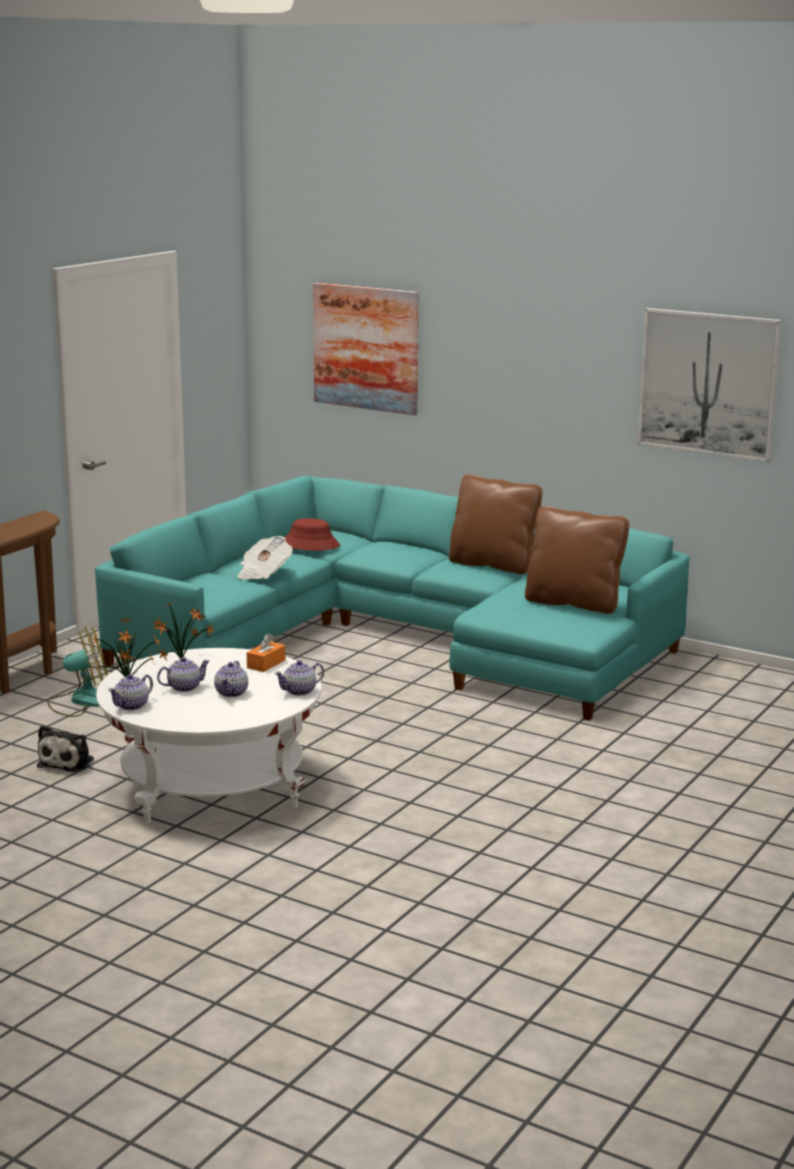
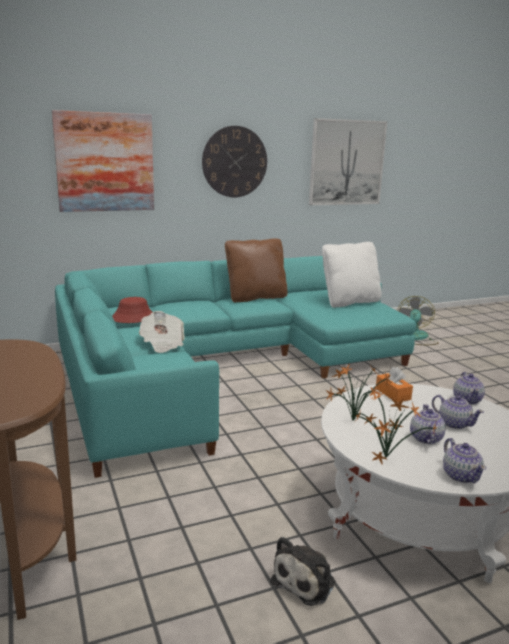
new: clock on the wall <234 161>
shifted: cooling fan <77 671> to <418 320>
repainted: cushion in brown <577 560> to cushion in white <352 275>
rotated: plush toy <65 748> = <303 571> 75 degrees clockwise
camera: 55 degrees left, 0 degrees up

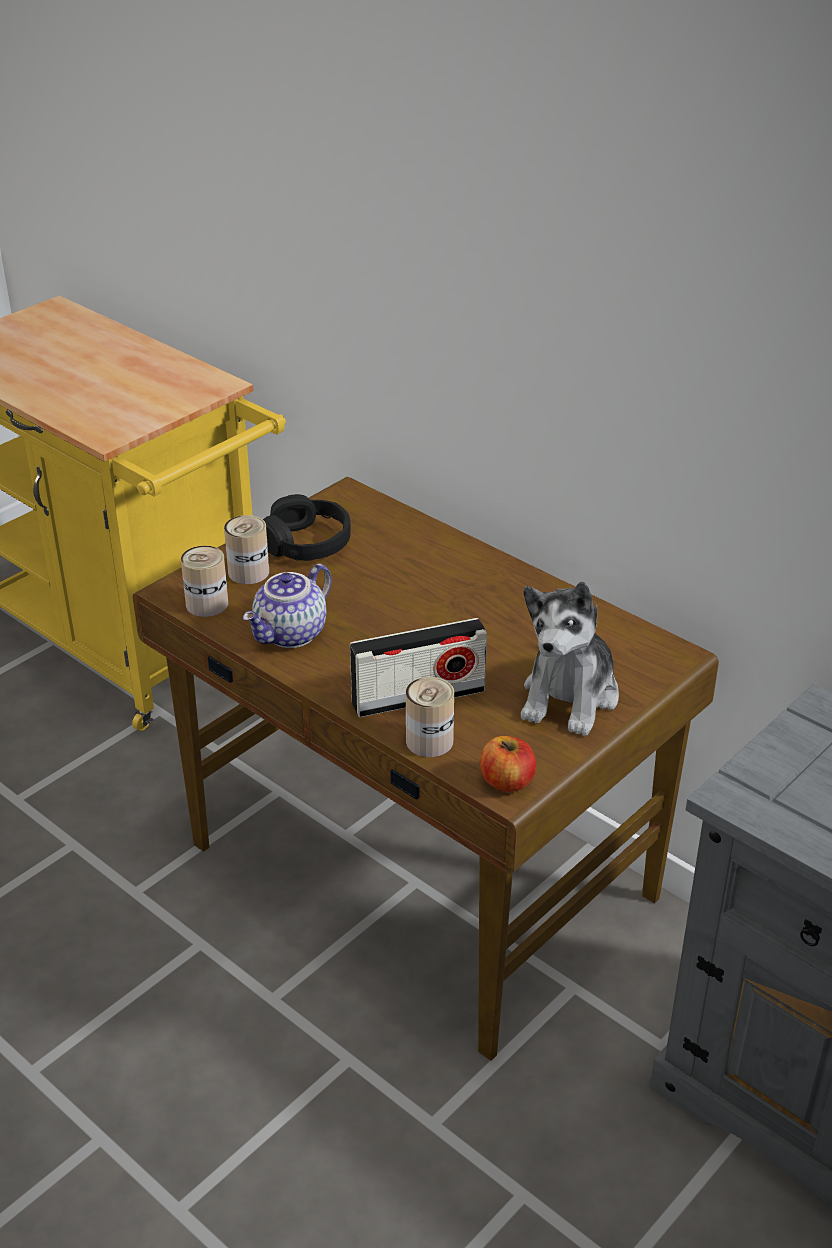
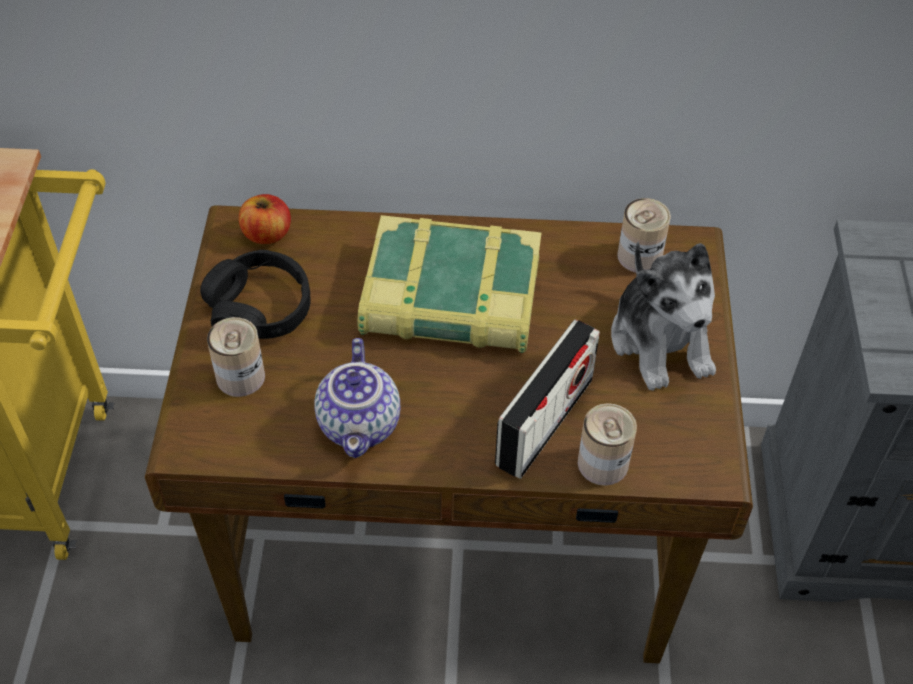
new: bound book <449 284>
shifted: can <204 581> to <644 235>; apple <508 764> to <265 219>
camera: 40 degrees left, 15 degrees up

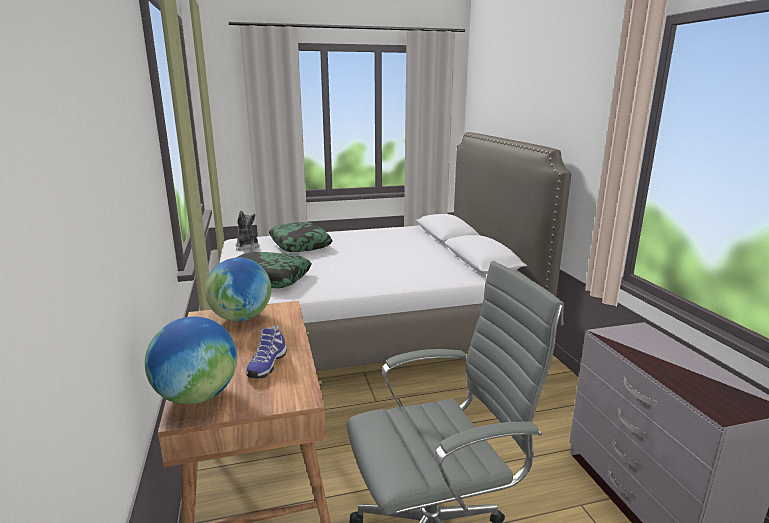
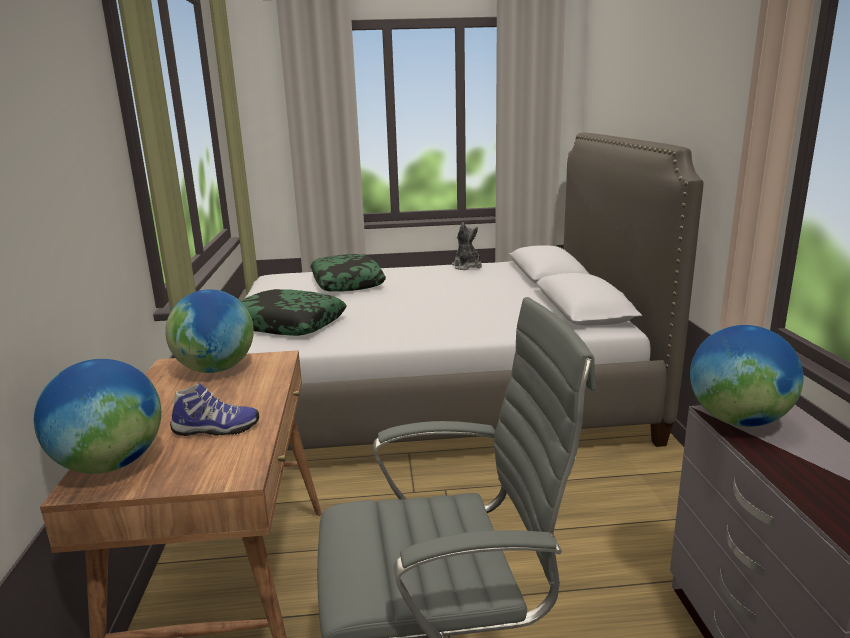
new: desk globe <746 376>
shifted: plush toy <247 231> to <467 246>
rotated: low shoe <266 352> = <214 409> 120 degrees counterclockwise
camera: 10 degrees right, 0 degrees up

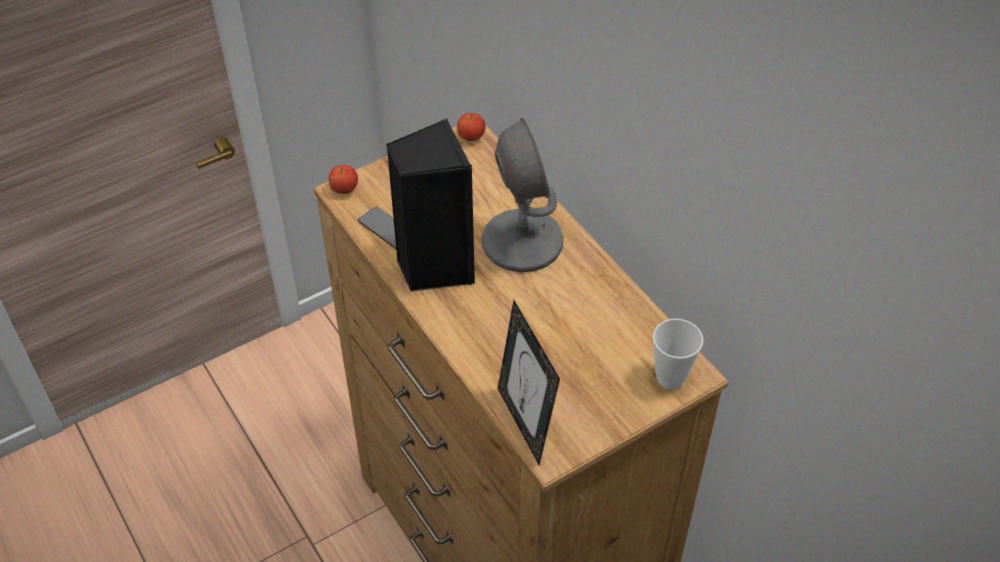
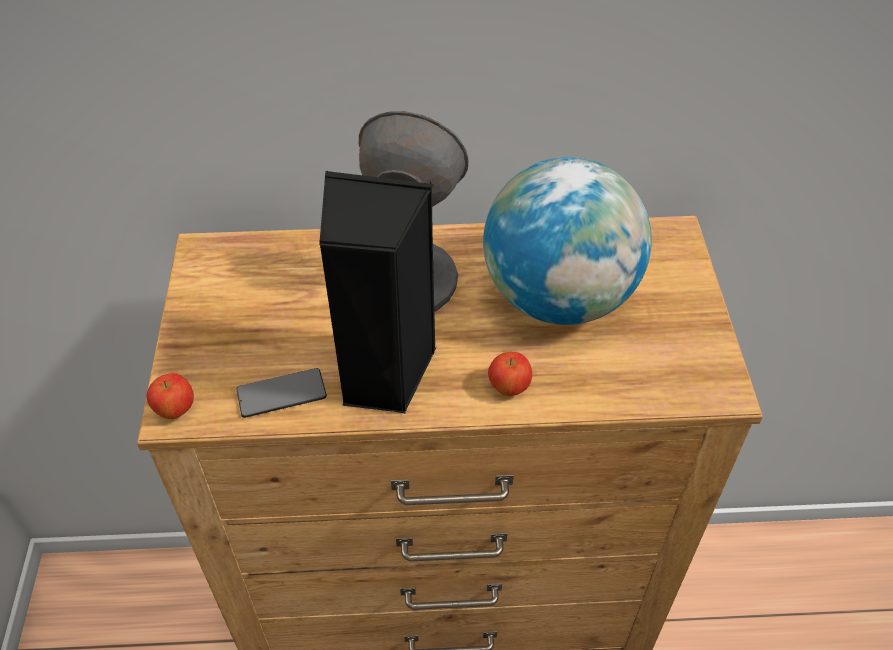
gone: standing frame <529 382>; drinking cup <678 354>
new: desk globe <567 241>
shifted: apple <471 127> to <510 374>
camera: 60 degrees left, 0 degrees up

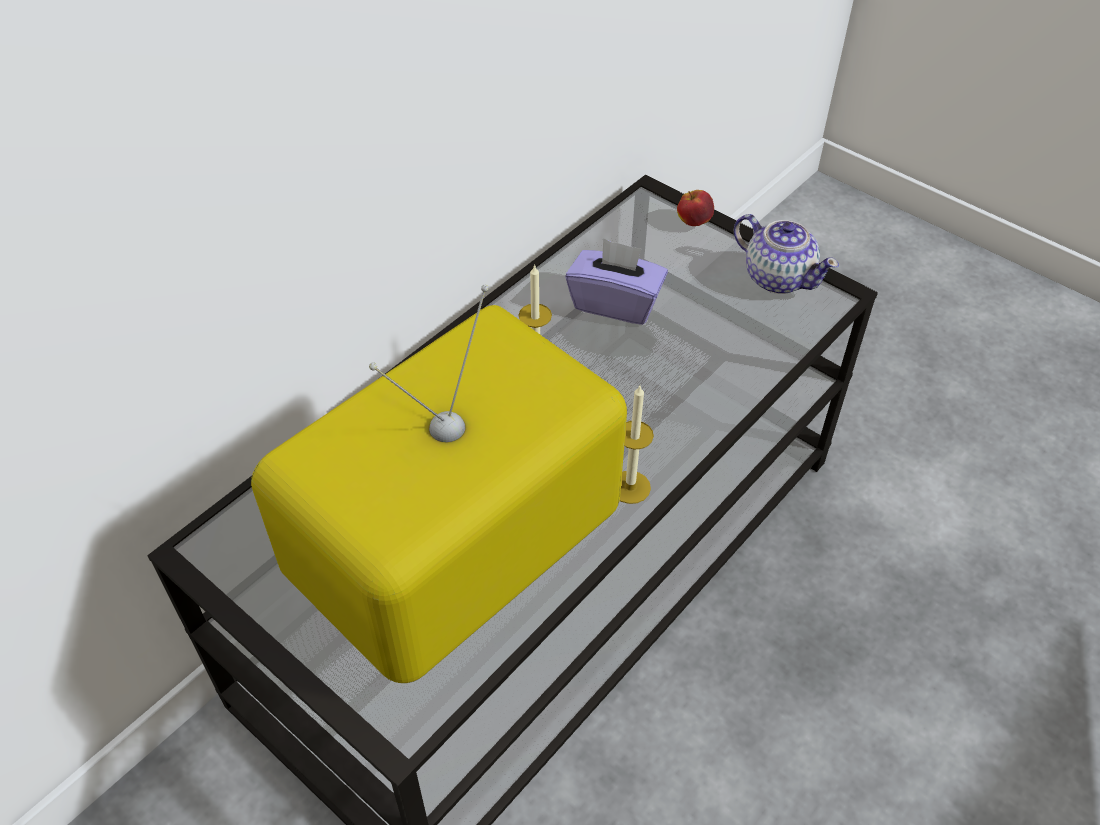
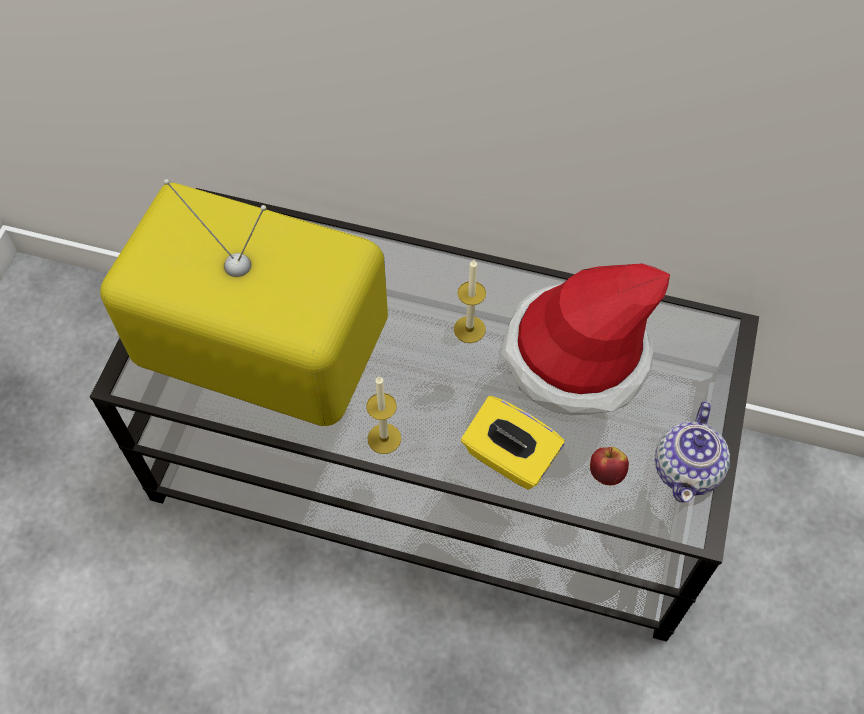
new: box of tissues in yellowish <513 443>
shifted: apple <695 208> to <609 466>
swapped: box of tissues in purple-coloured <616 281> to wearable hat <585 339>
camera: 65 degrees right, 10 degrees up

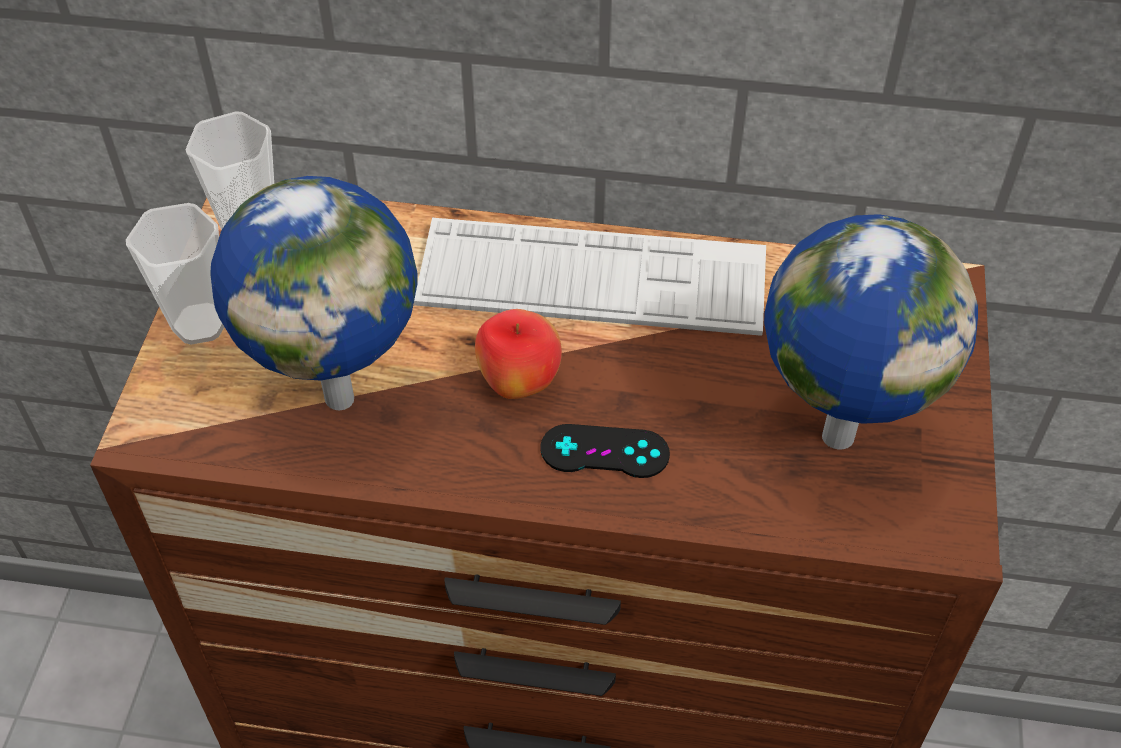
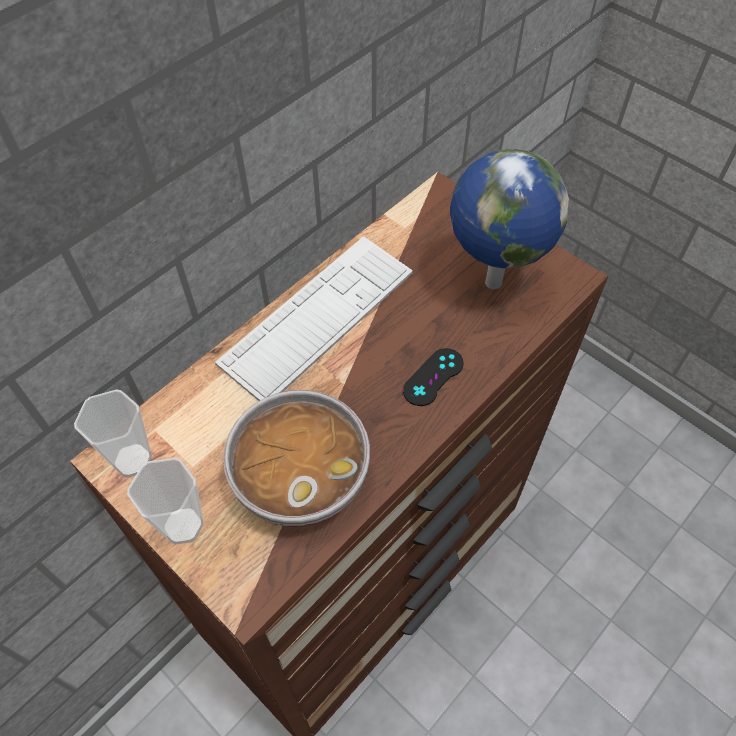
gone: apple <518 354>
swapped: desk globe <314 293> to bowl <296 458>
camera: 55 degrees left, 5 degrees up

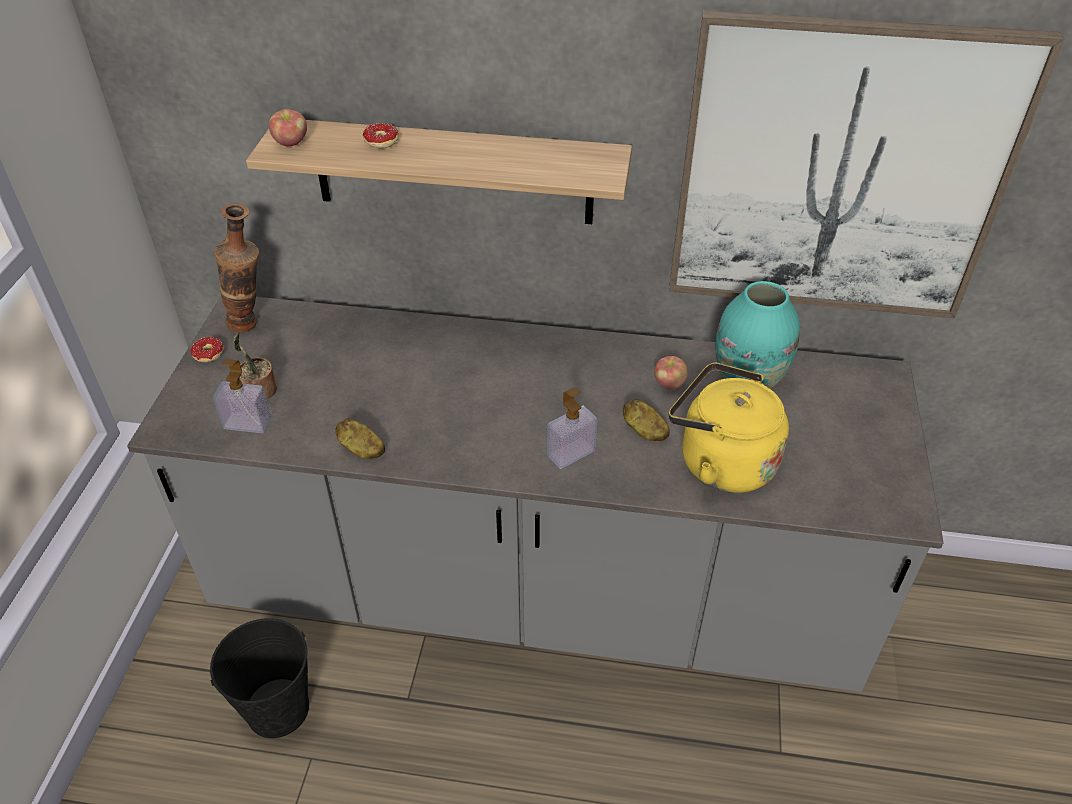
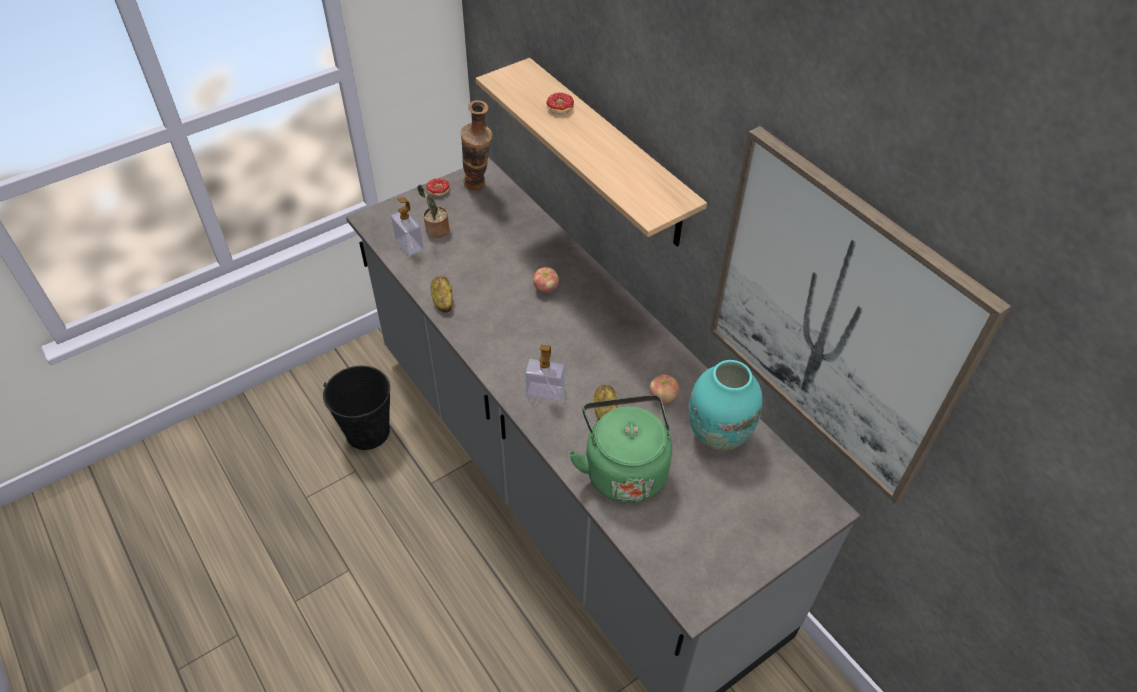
shifted: apple <288 127> to <546 280>
repainted: kettle in yellowish <729 427> to kettle in greenish <620 449>
camera: 45 degrees right, 5 degrees up

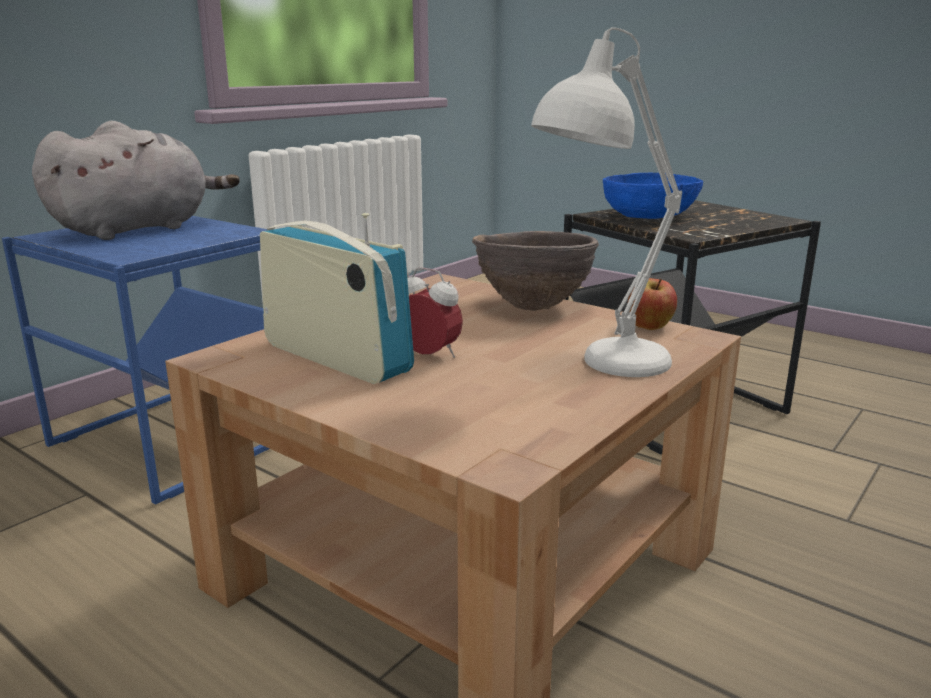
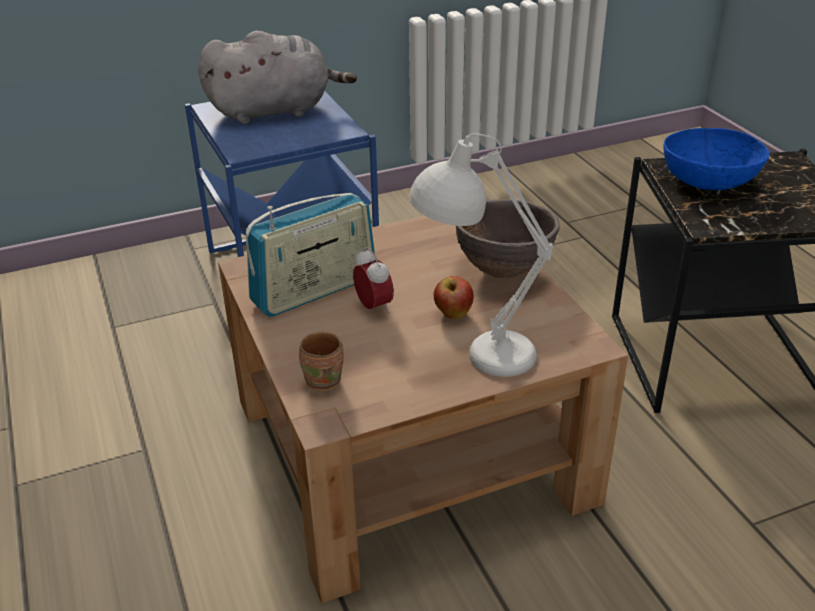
new: mug in brown <321 361>
shifted: apple <652 304> to <454 297>
rotated: radio <337 298> = <310 255> 75 degrees clockwise
camera: 30 degrees right, 15 degrees up

